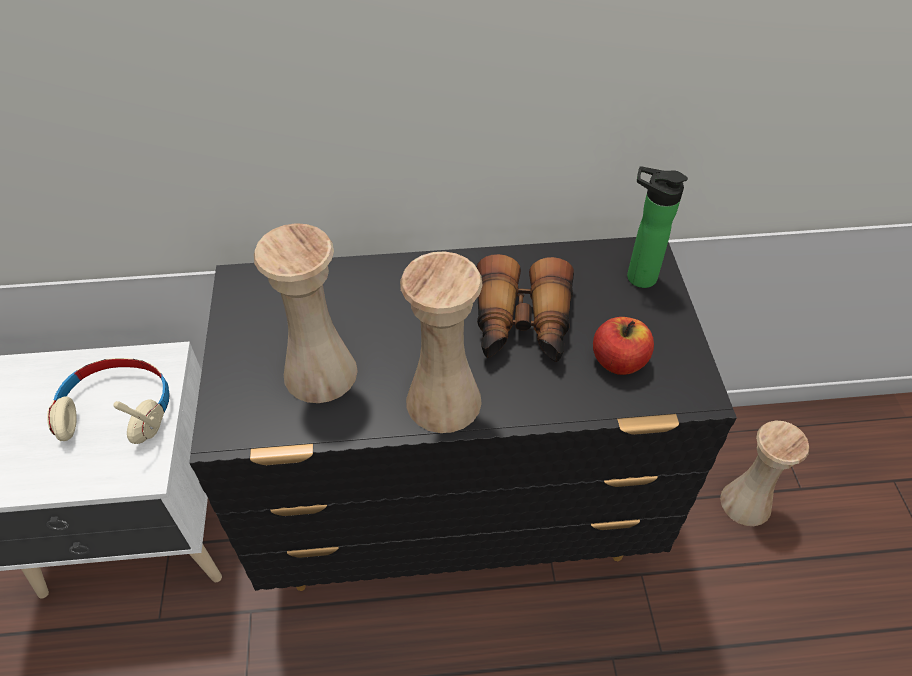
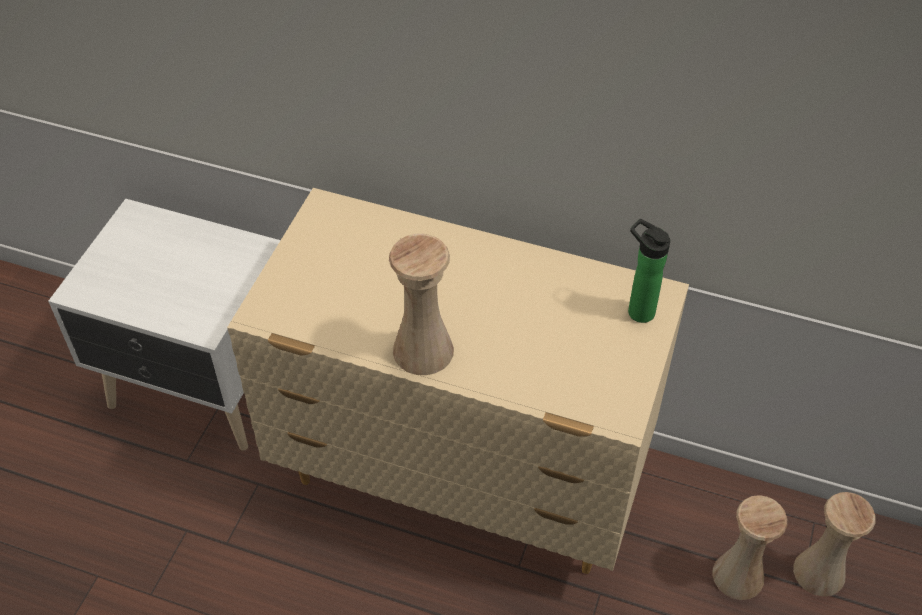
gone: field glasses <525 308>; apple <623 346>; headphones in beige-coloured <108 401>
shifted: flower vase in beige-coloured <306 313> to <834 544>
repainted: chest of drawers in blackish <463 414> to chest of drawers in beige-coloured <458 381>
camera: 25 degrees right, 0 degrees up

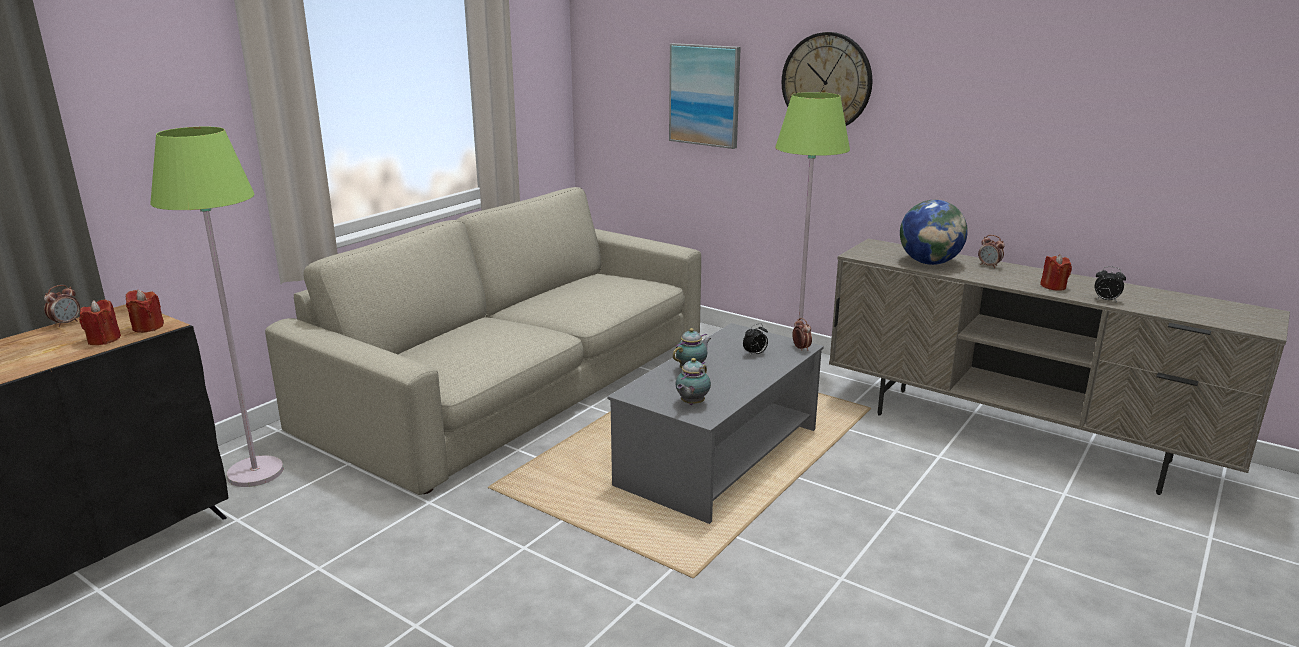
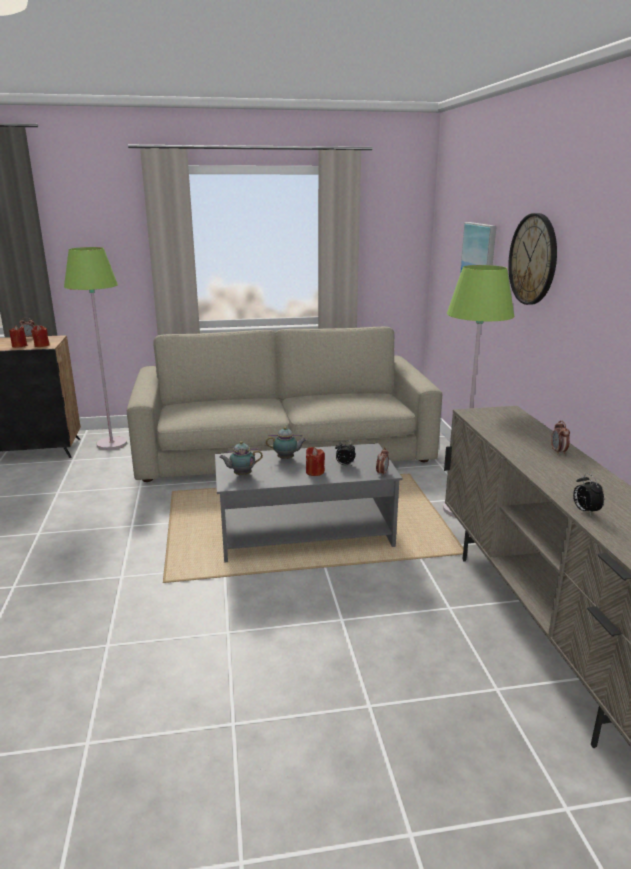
gone: desk globe <934 232>
shifted: wax candle in red <1056 272> to <315 461>
camera: 45 degrees right, 0 degrees up

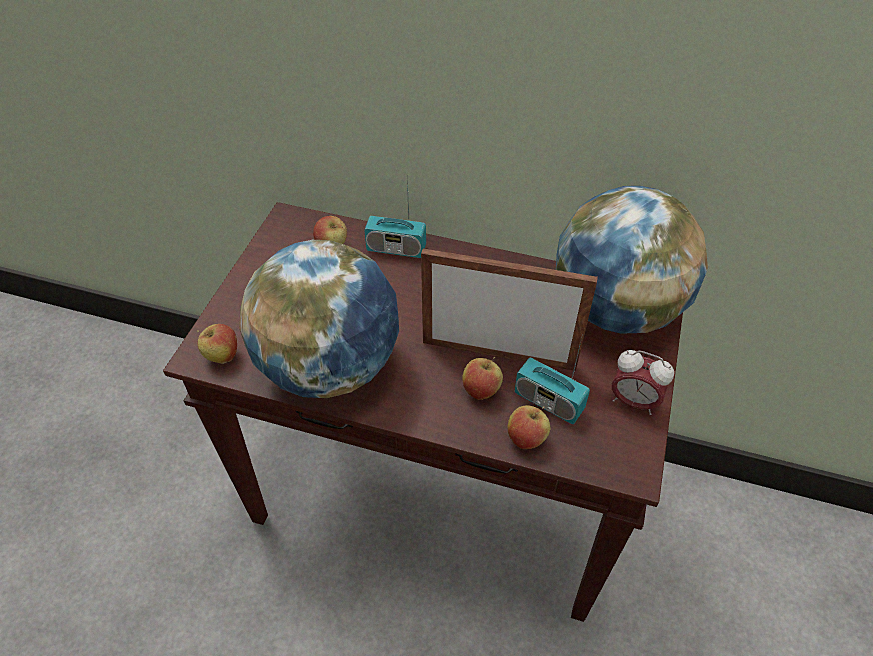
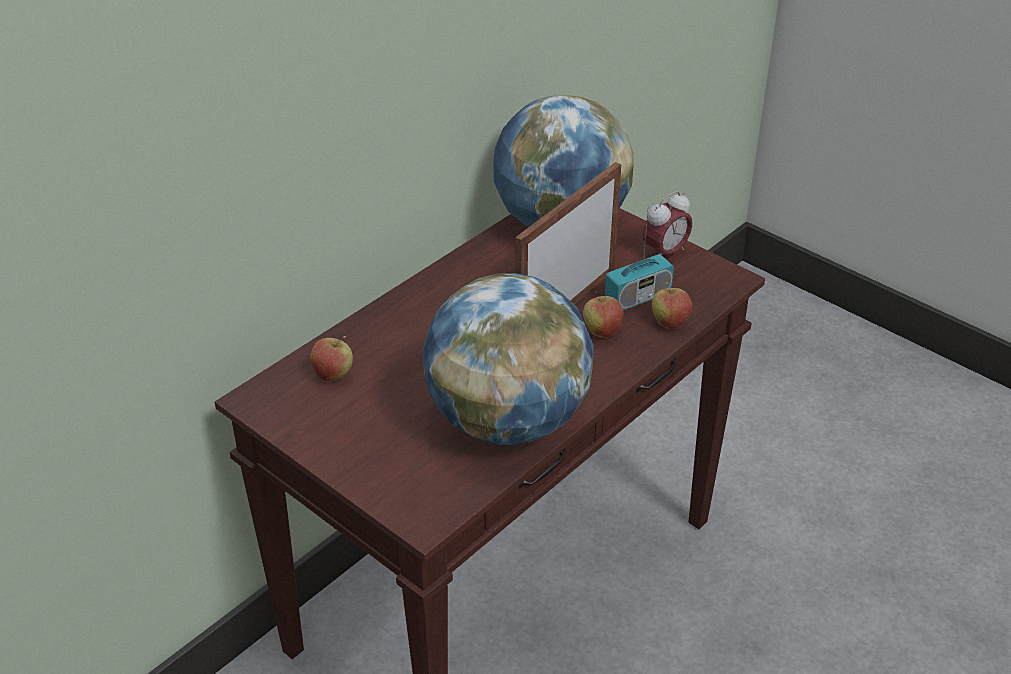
gone: radio <395 218>; apple <217 344>
camera: 65 degrees left, 10 degrees down

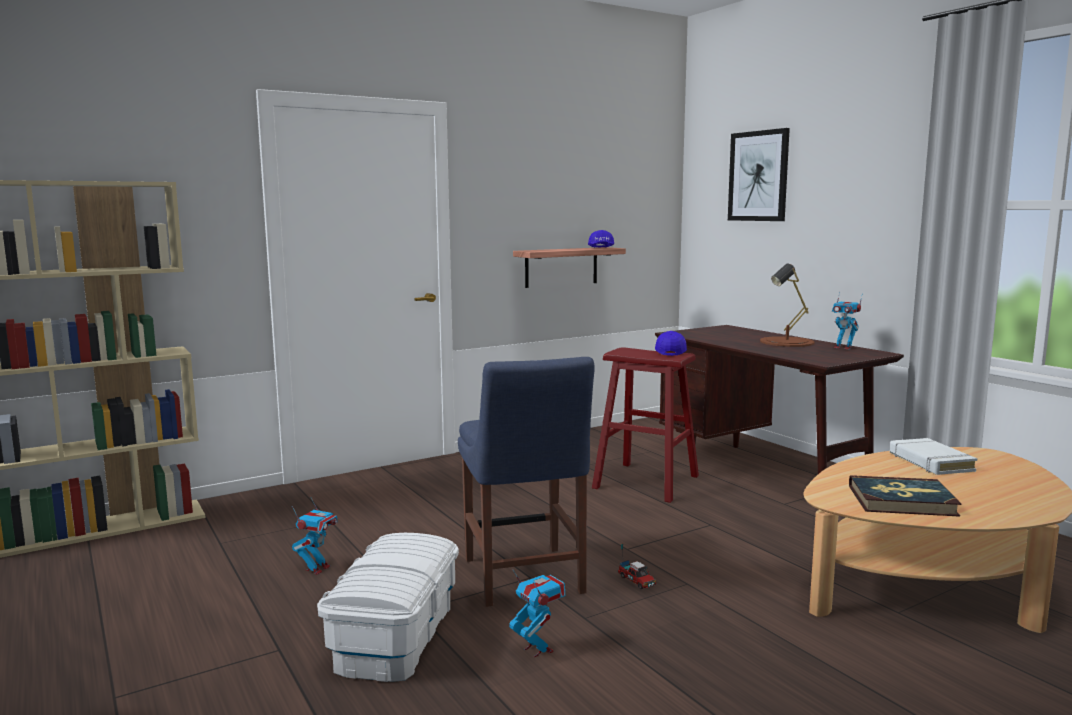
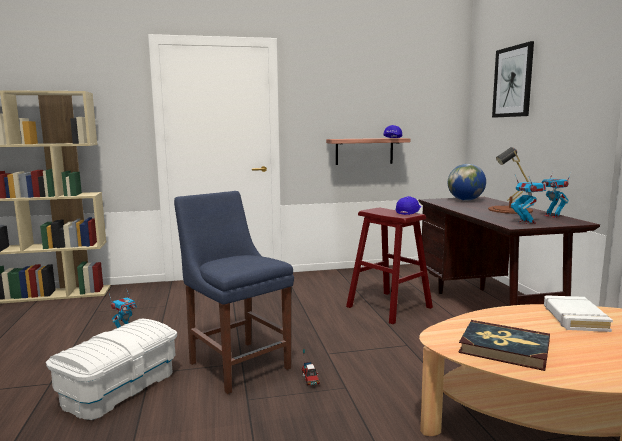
new: desk globe <467 182>
shifted: toy robot <537 613> to <528 199>
rotated: plain chair in blue <526 482> = <234 292> 135 degrees clockwise
camera: 20 degrees right, 0 degrees up

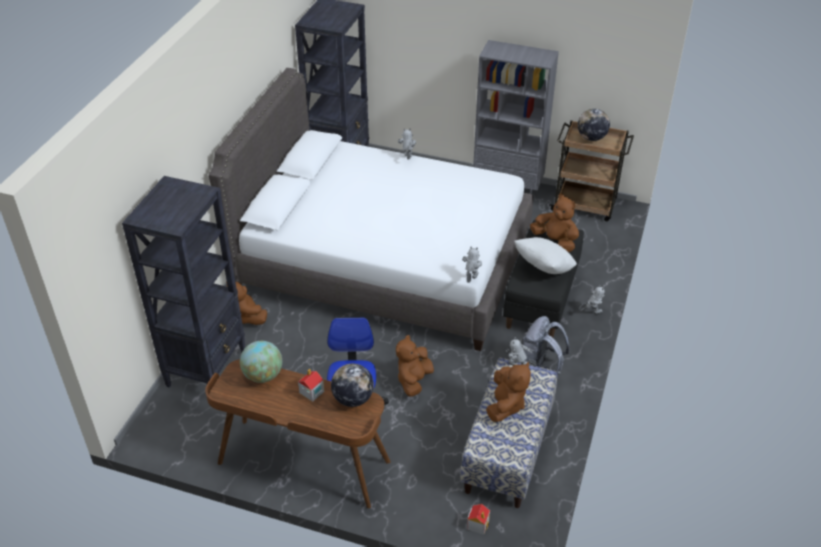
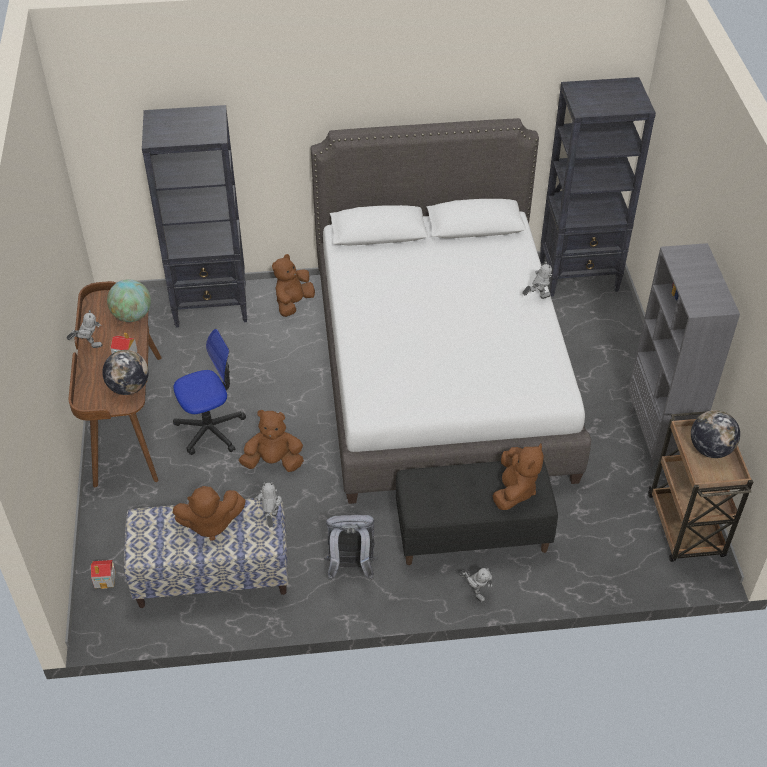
gone: cushion in white <546 255>
shifted: toy robot <472 265> to <84 329>
camera: 65 degrees right, 5 degrees up

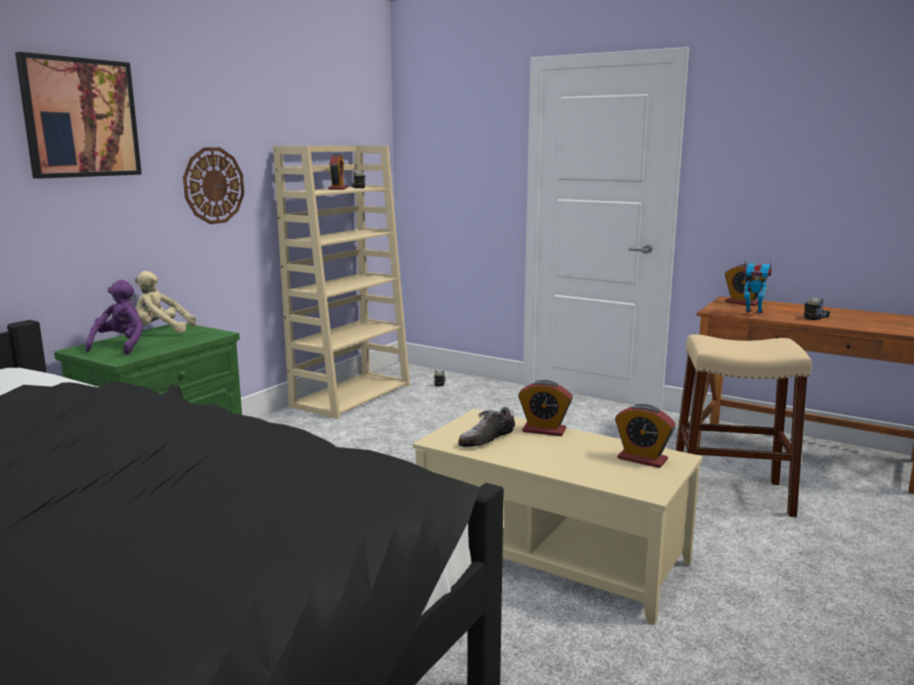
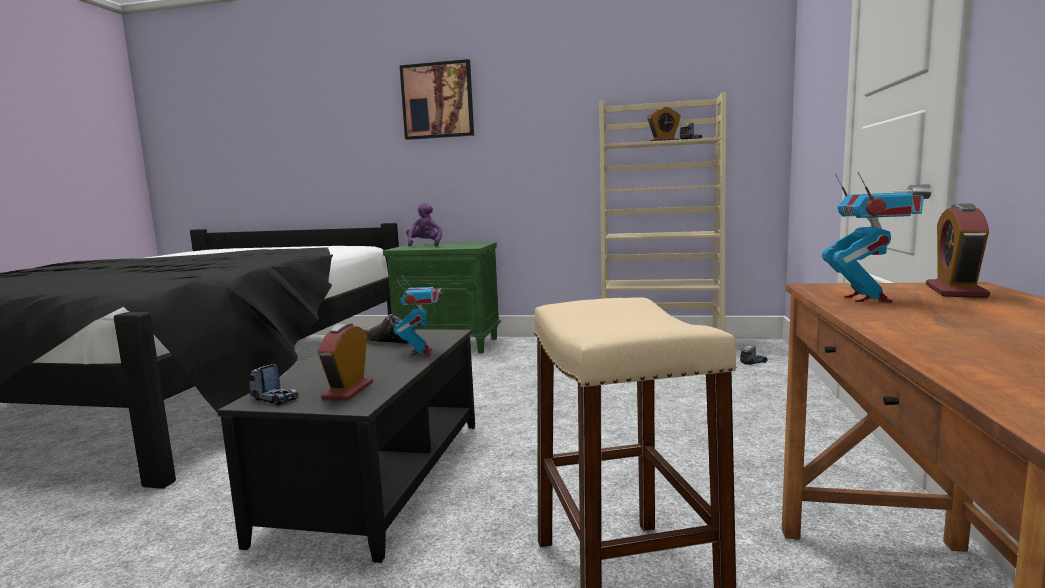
gone: clock on the wall <213 185>; plush toy in beige-coloured <165 302>
shifted: model truck <817 308> to <273 385>
swapped: bedside clock <545 408> to toy robot <418 315>
repainted: coffee table in beige-coloured <558 517> to coffee table in blackish <346 446>
rotated: plush toy in purple-coloured <114 317> = <424 225> 75 degrees counterclockwise
camera: 70 degrees right, 5 degrees down

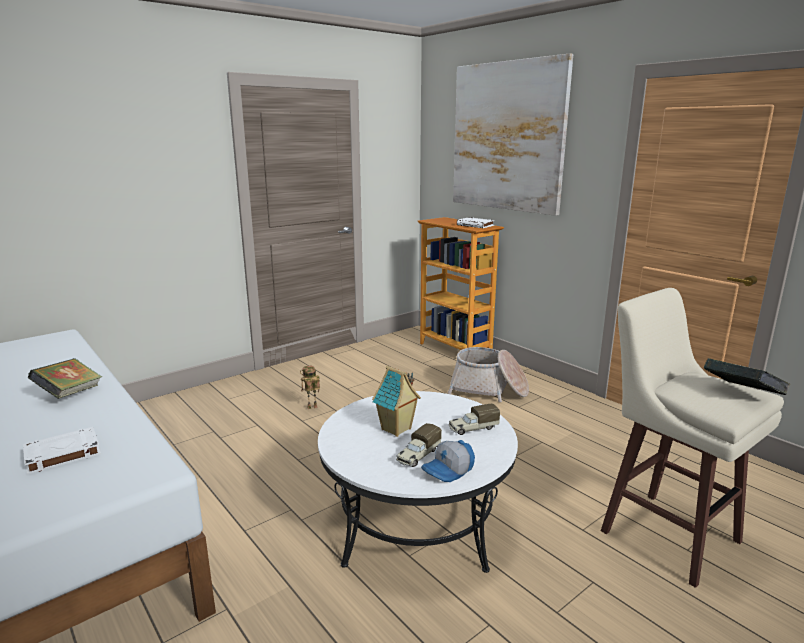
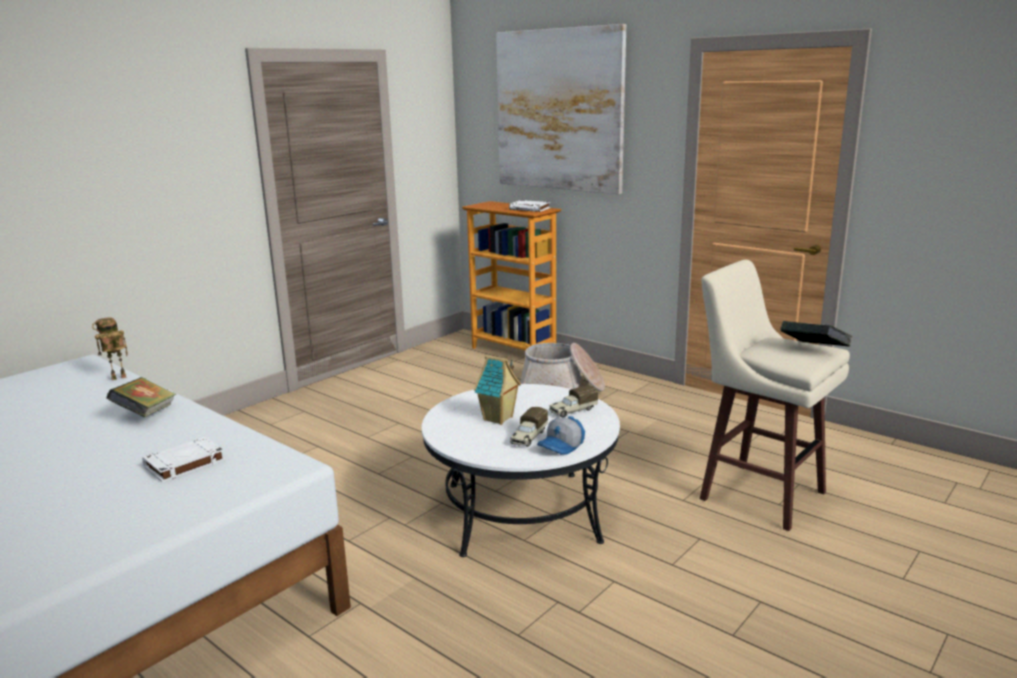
shifted: toy robot <310 387> to <110 348>
camera: 10 degrees left, 0 degrees up

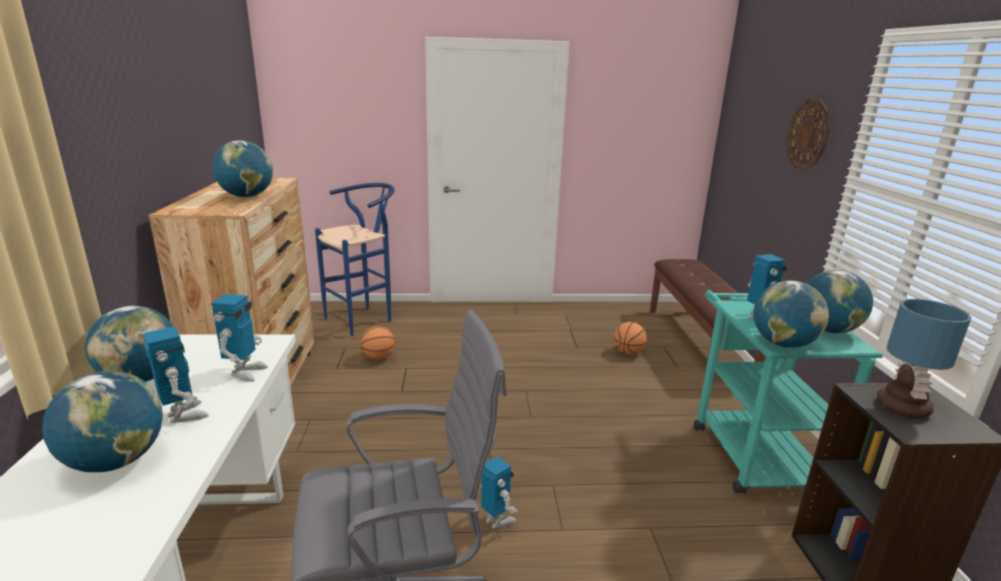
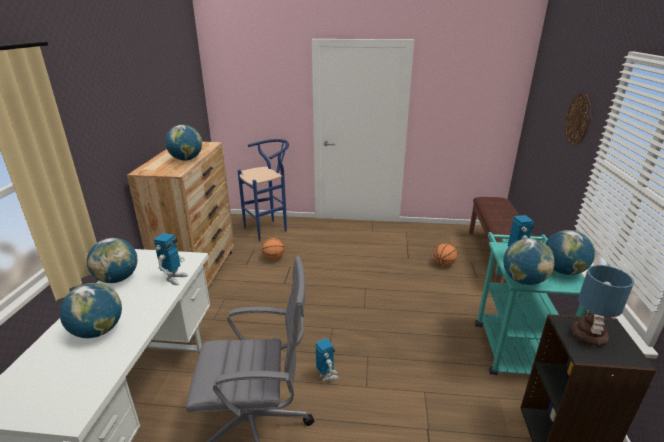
gone: toy robot <176 375>
camera: 10 degrees right, 5 degrees up

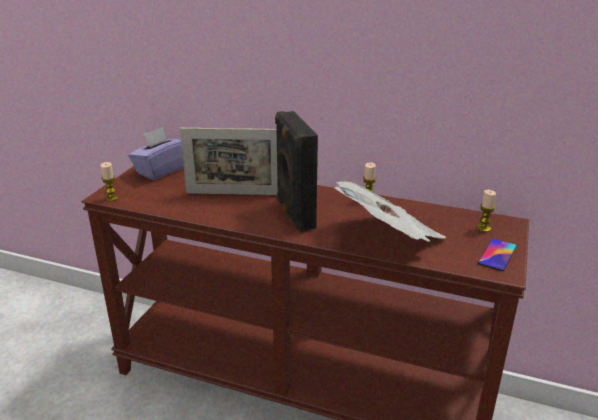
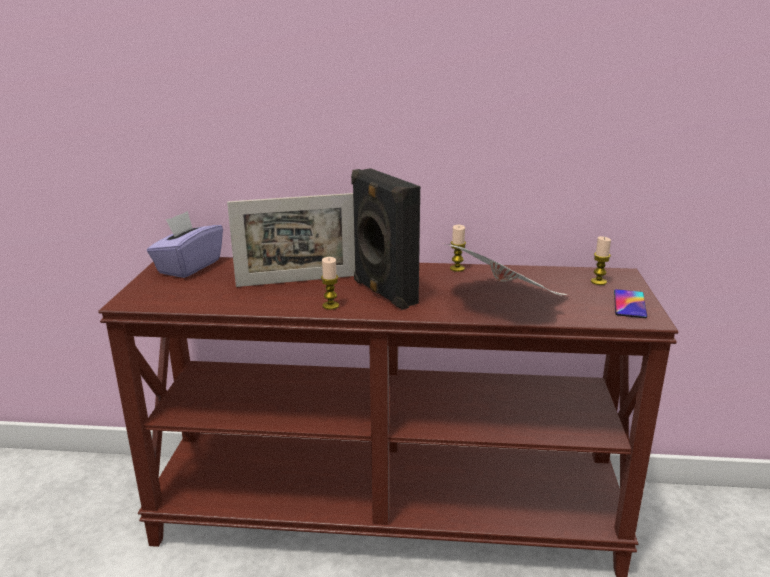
shifted: wax candle <109 182> to <330 283>
camera: 15 degrees left, 5 degrees down

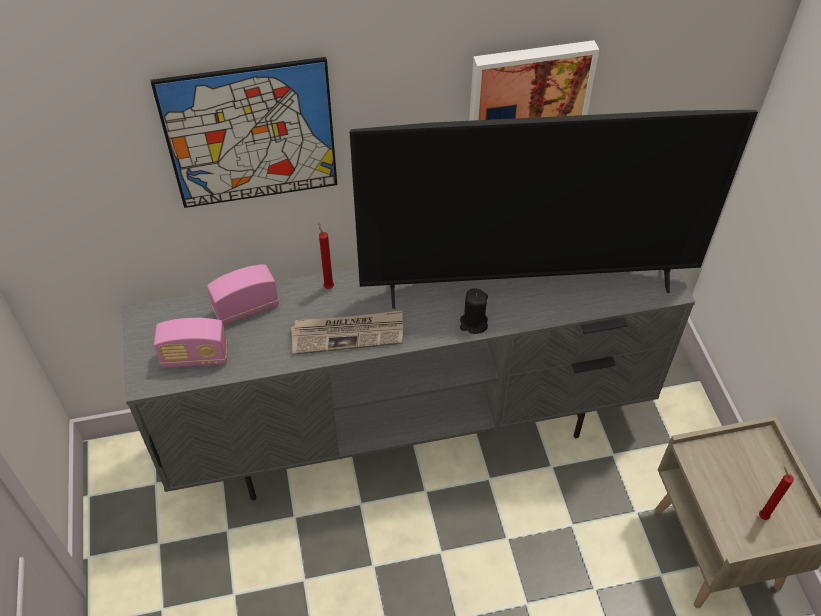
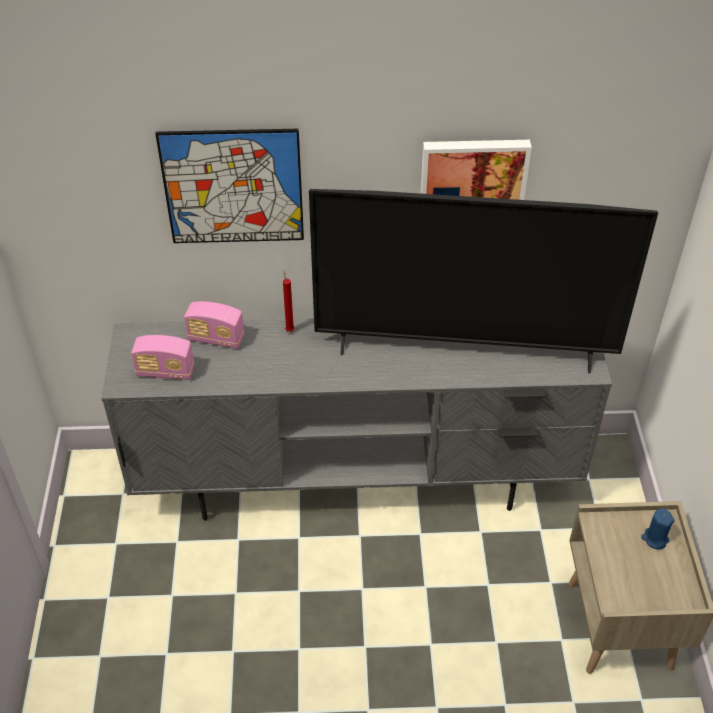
gone: wax candle in blackish <474 311>; printed paper <347 332>; wax candle in red <776 493>
new: wax candle in blue <658 528>
rotated: radio <243 294> = <214 325> 150 degrees counterclockwise
camera: 10 degrees right, 5 degrees down

